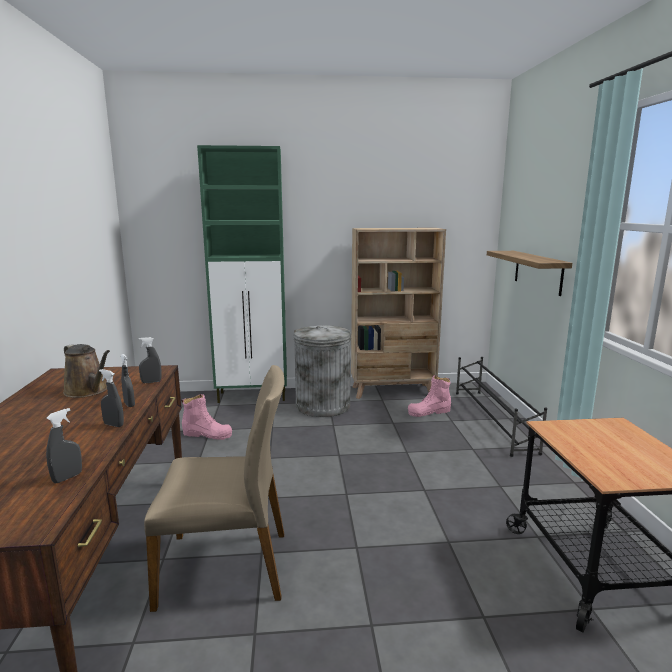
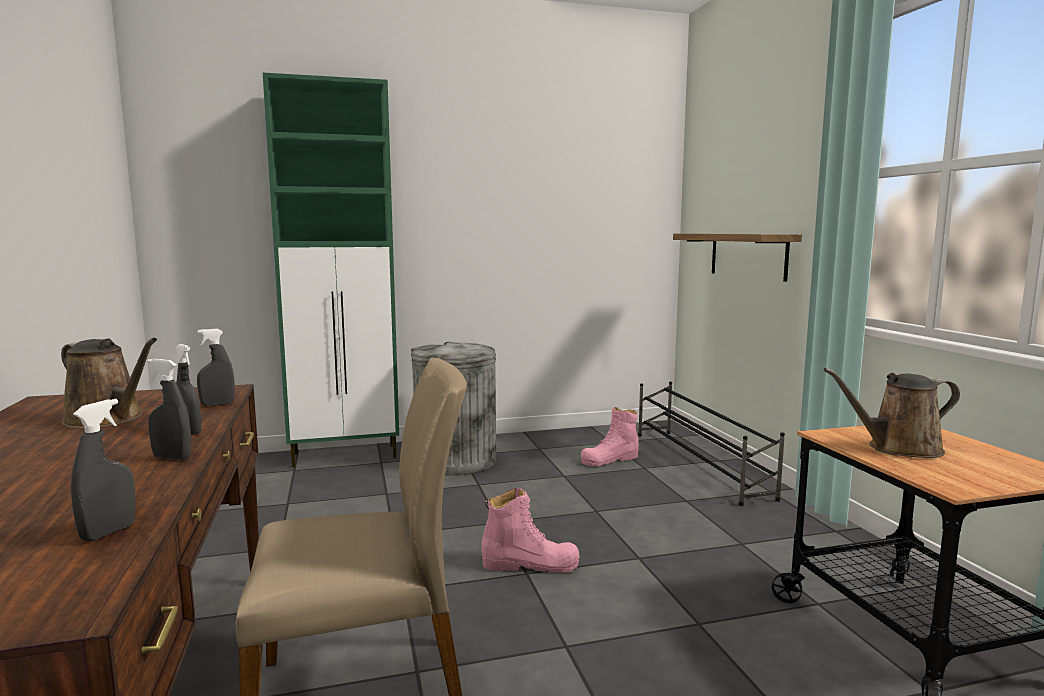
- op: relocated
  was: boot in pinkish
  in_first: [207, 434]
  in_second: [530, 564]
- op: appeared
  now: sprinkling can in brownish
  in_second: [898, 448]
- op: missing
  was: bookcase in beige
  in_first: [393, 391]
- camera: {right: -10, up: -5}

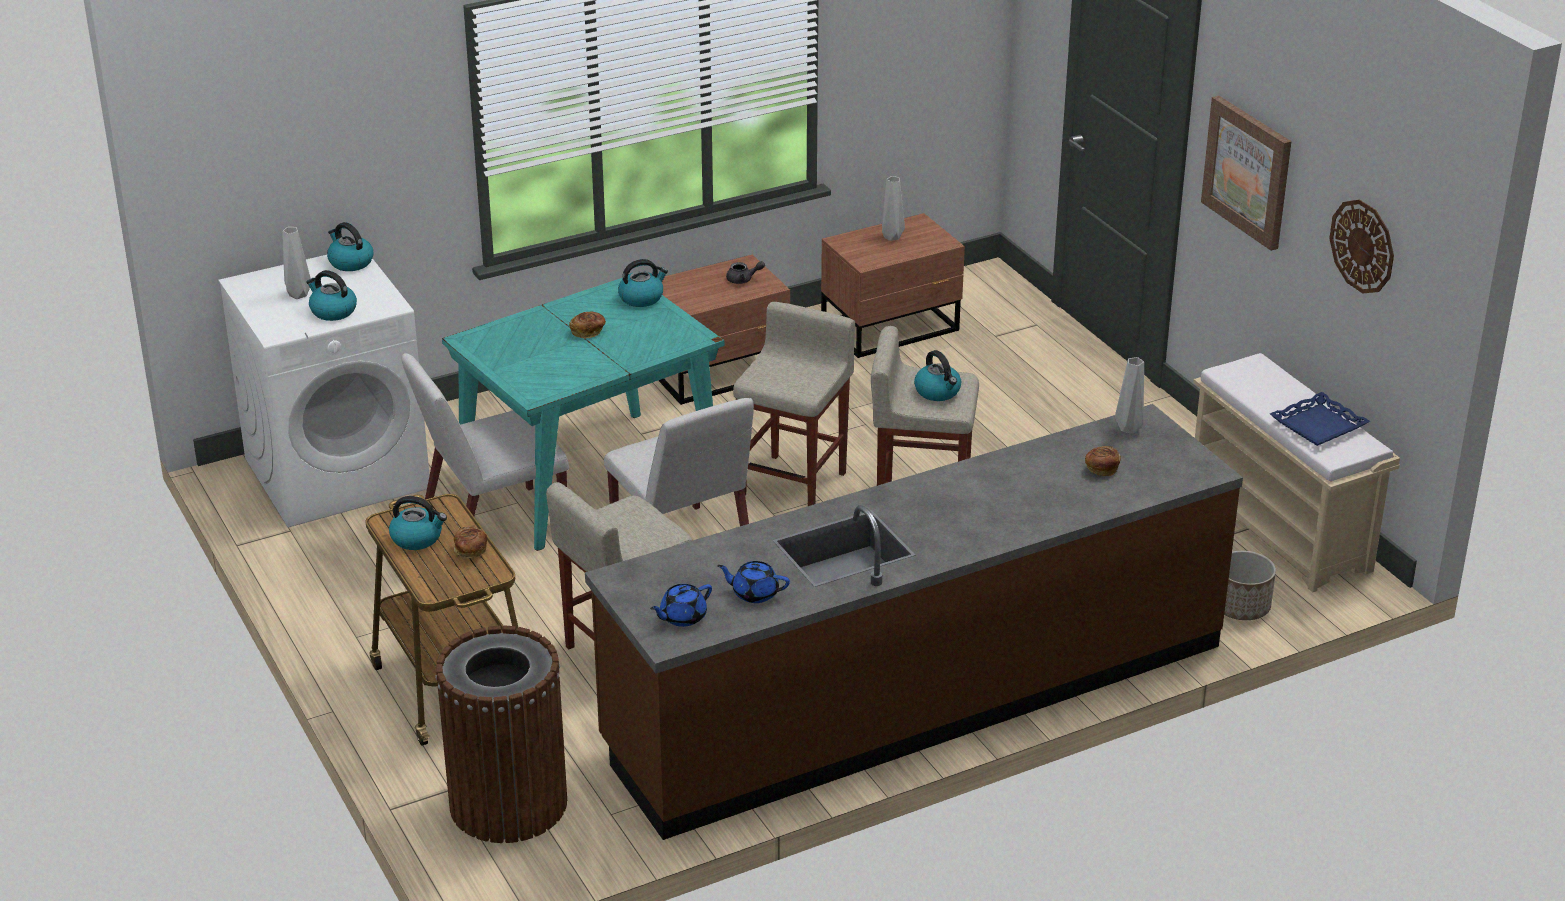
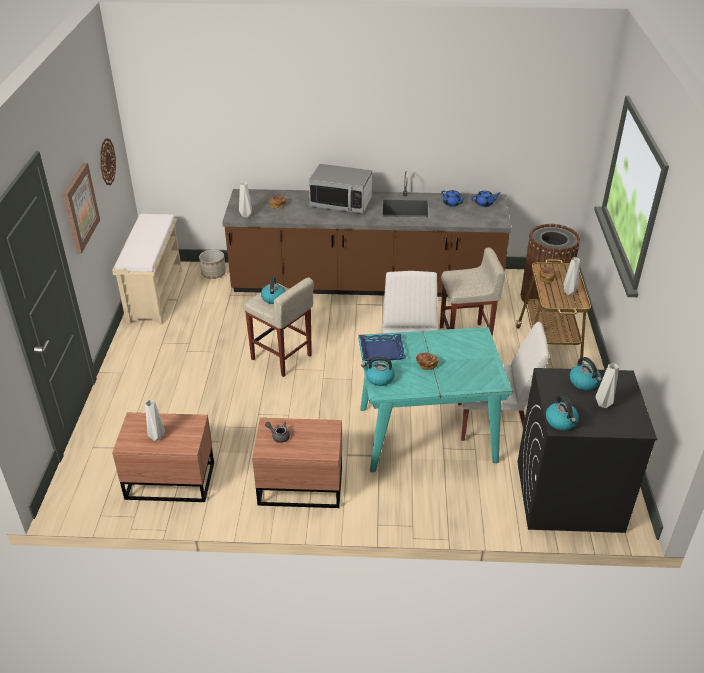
- op: appeared
  now: microwave
  in_second: [341, 203]
- op: relocated
  was: serving tray in bluish
  in_first: [1319, 426]
  in_second: [382, 350]
- op: colour
  was: laundry machine in whitish
  now: laundry machine in black
  in_first: [338, 472]
  in_second: [568, 496]
- op: exchanged
  was: kettle
  now: decorative vase in greyish
  in_first: [417, 538]
  in_second: [568, 292]
- op: missing
  was: stool in beige
  in_first: [794, 483]
- camera: {right: -150, up: 5}

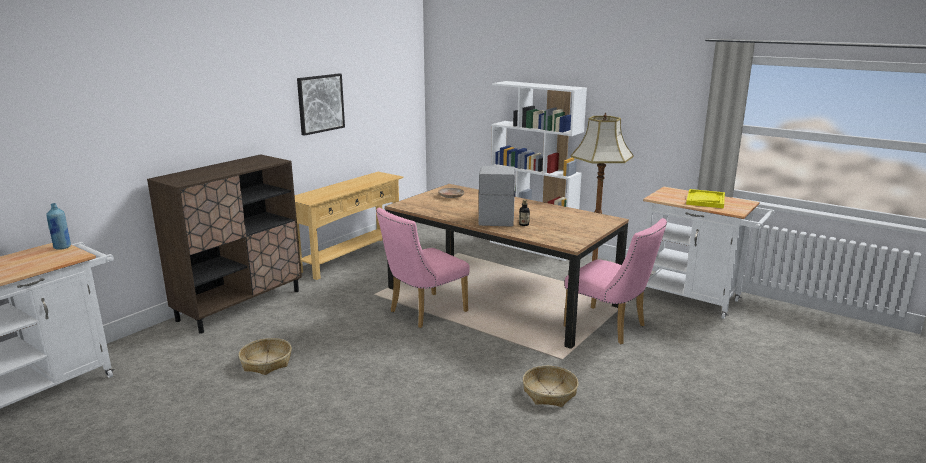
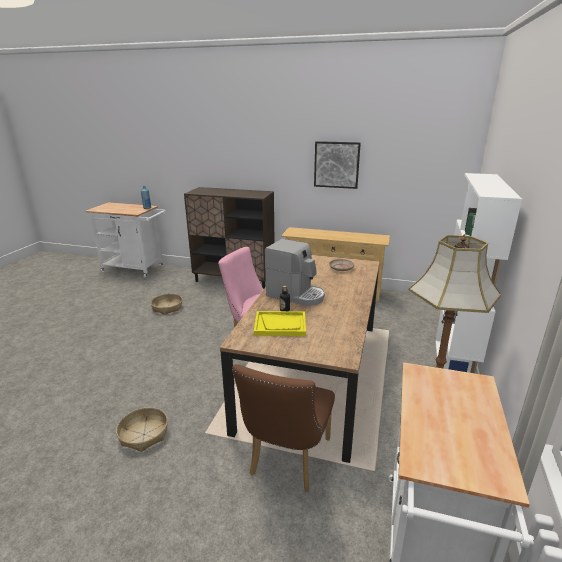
- op: colour
  was: plain chair in pinkish
  now: plain chair in brownish
  in_first: [610, 328]
  in_second: [286, 461]
- op: relocated
  was: serving tray in yellowish
  in_first: [705, 200]
  in_second: [280, 325]
- op: spun
  was: coffee machine
  in_first: [496, 217]
  in_second: [296, 295]
  clockwise: 45
- camera: {right: 70, up: 5}

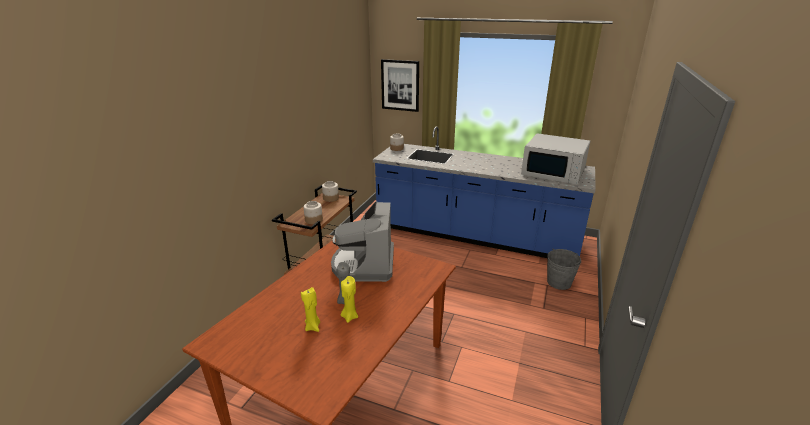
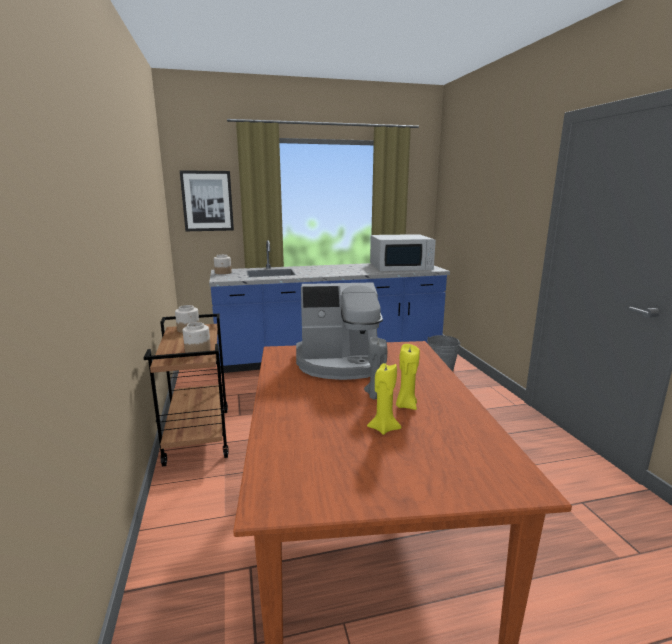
- op: spun
  was: coffee machine
  in_first: [365, 264]
  in_second: [340, 363]
  clockwise: -60
- camera: {right: -35, up: -10}

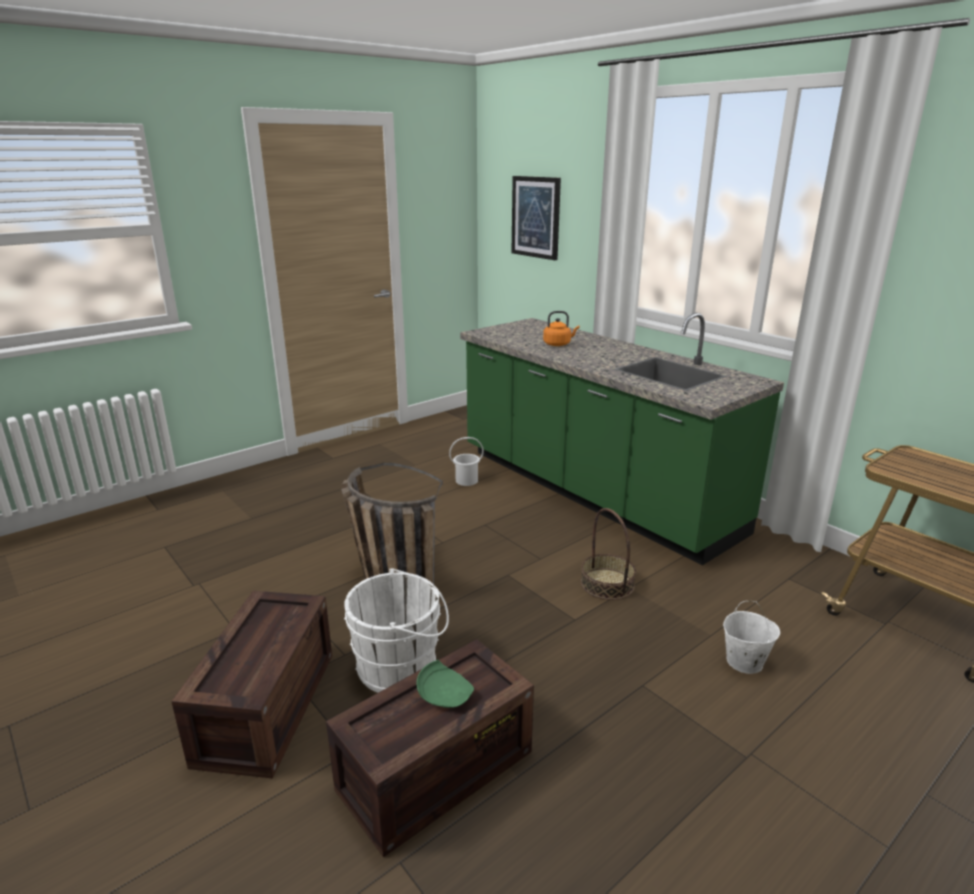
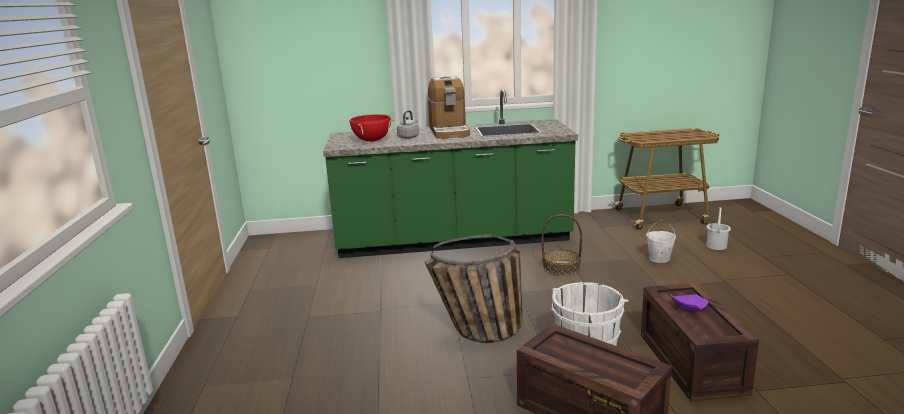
- op: appeared
  now: cooking pot in red-coloured
  in_second: [372, 141]
- op: colour
  was: kettle in orange-coloured
  now: kettle in greyish
  in_first: [558, 344]
  in_second: [409, 137]
- op: appeared
  now: coffee machine
  in_second: [449, 131]
- op: colour
  was: flat dish in greenish
  now: flat dish in purple-coloured
  in_first: [445, 694]
  in_second: [688, 308]
- op: relocated
  was: bucket in whitish
  in_first: [466, 480]
  in_second: [716, 246]
- op: missing
  was: picture
  in_first: [536, 217]
- camera: {right: -55, up: -5}

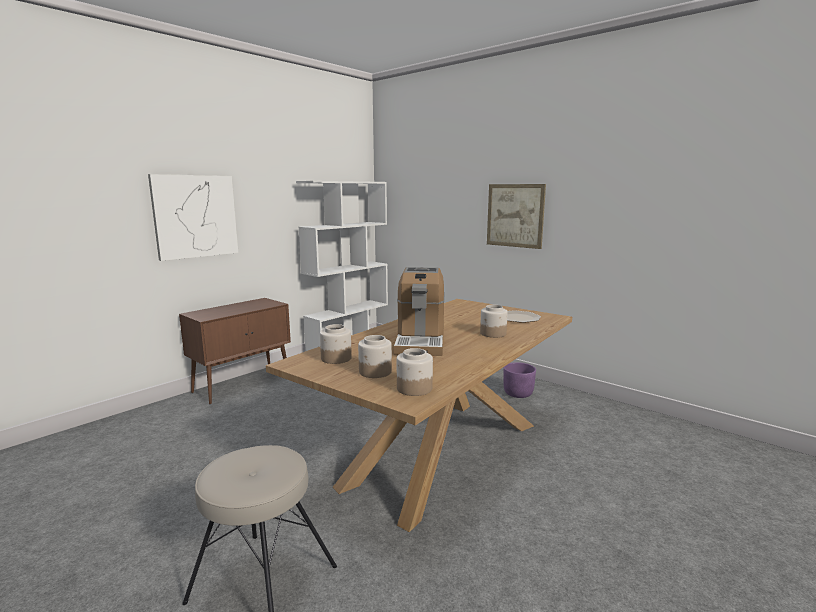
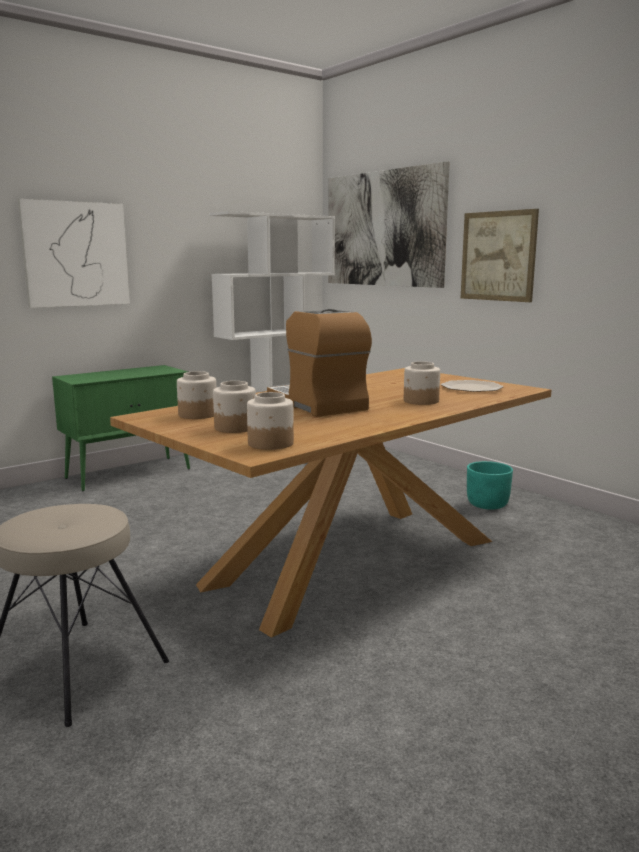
- op: colour
  was: cabinet in brownish
  now: cabinet in greenish
  in_first: [243, 384]
  in_second: [130, 473]
- op: spun
  was: coffee machine
  in_first: [420, 341]
  in_second: [317, 404]
  clockwise: 135
- op: appeared
  now: picture
  in_second: [384, 229]
- op: colour
  was: flower pot in purple-coloured
  now: flower pot in blue-green
  in_first: [518, 393]
  in_second: [487, 504]
- camera: {right: 10, up: 0}

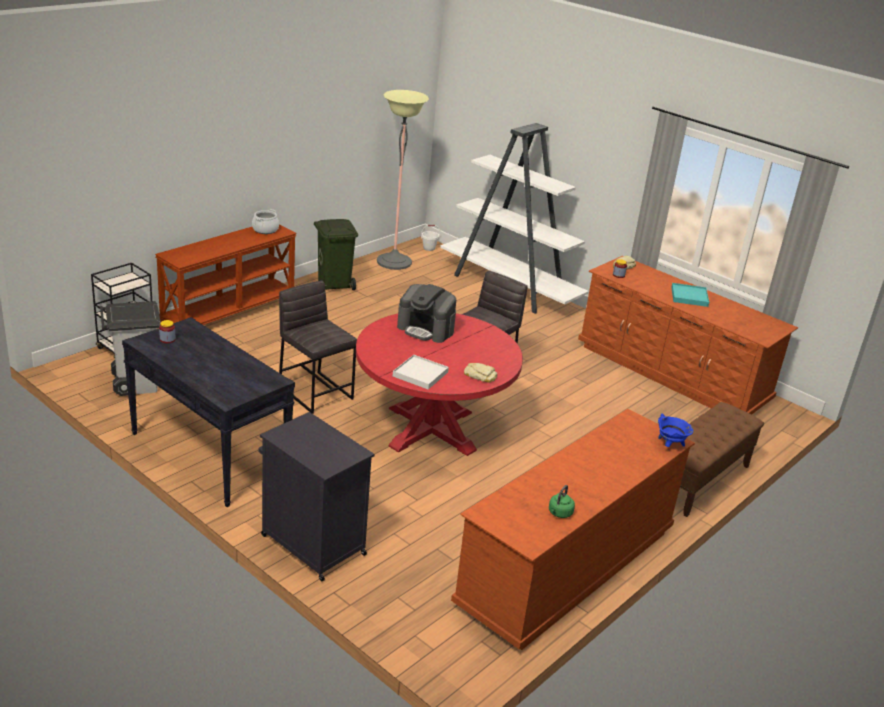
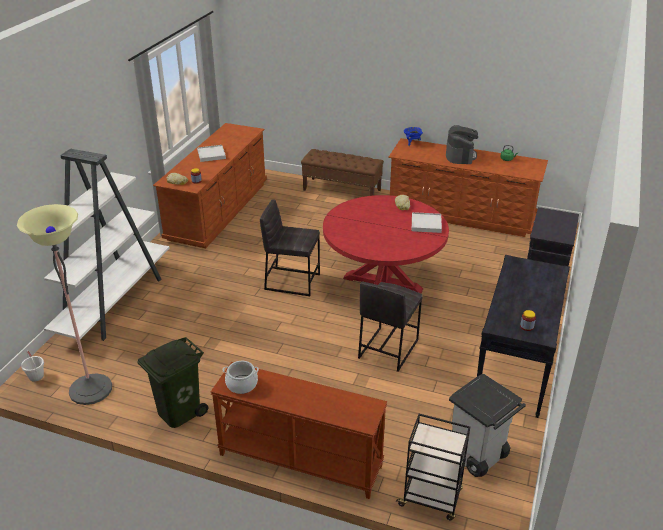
- op: colour
  was: serving tray in blue-green
  now: serving tray in whitish
  in_first: [689, 297]
  in_second: [211, 154]
- op: relocated
  was: coffee machine
  in_first: [426, 329]
  in_second: [460, 155]
- camera: {right: -110, up: 5}

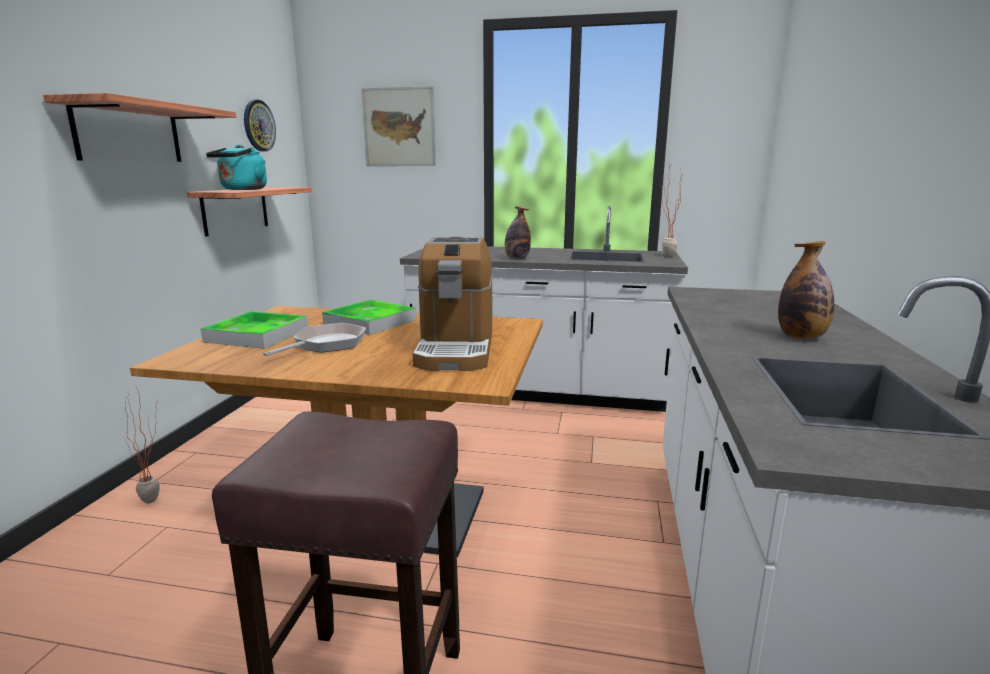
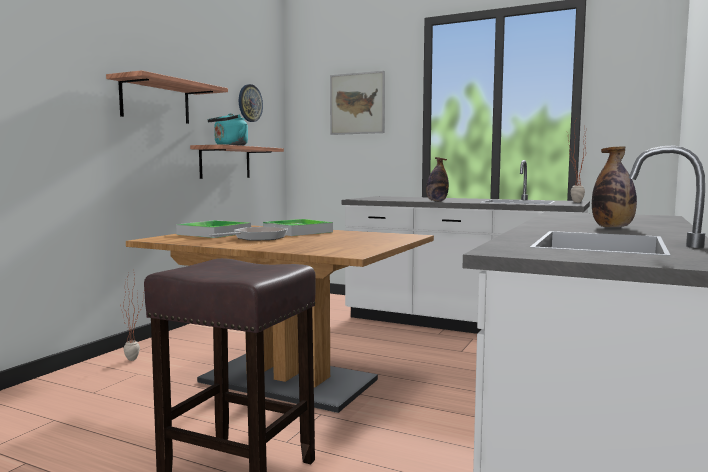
- op: missing
  was: coffee machine
  in_first: [456, 349]
- camera: {right: 15, up: -10}

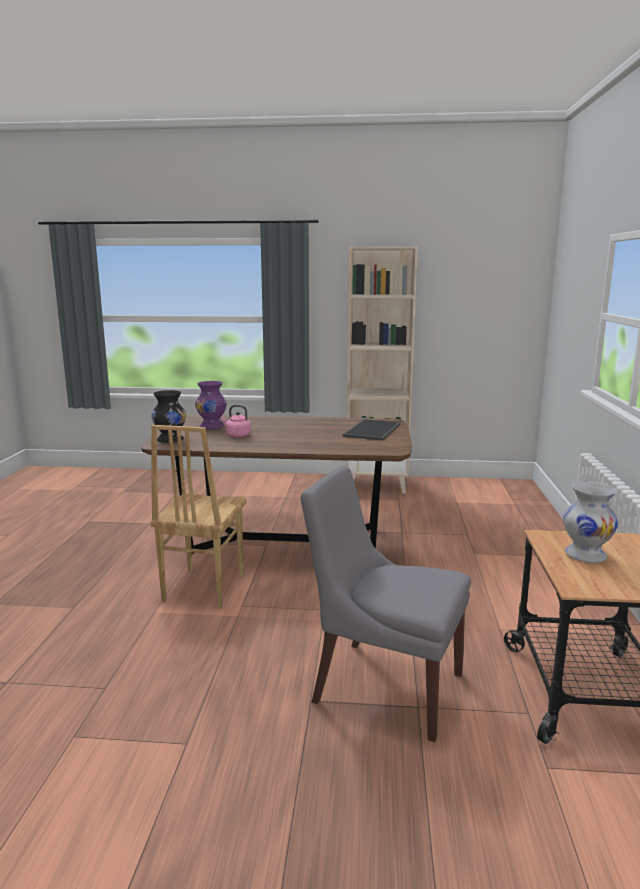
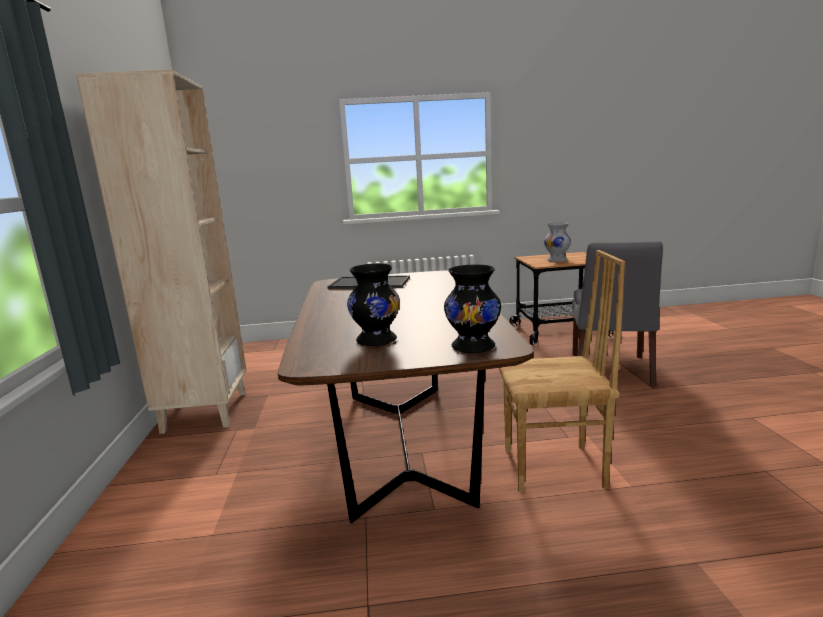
- op: colour
  was: decorative vase in purple-coloured
  now: decorative vase in black
  in_first: [212, 426]
  in_second: [376, 340]
- op: missing
  was: kettle in pinkish
  in_first: [237, 435]
- camera: {right: -100, up: 0}

